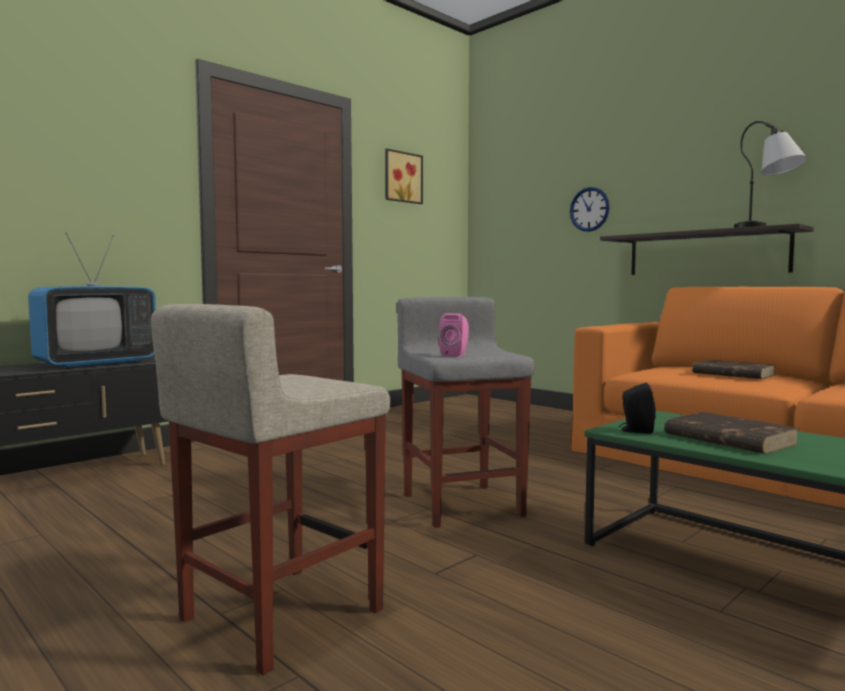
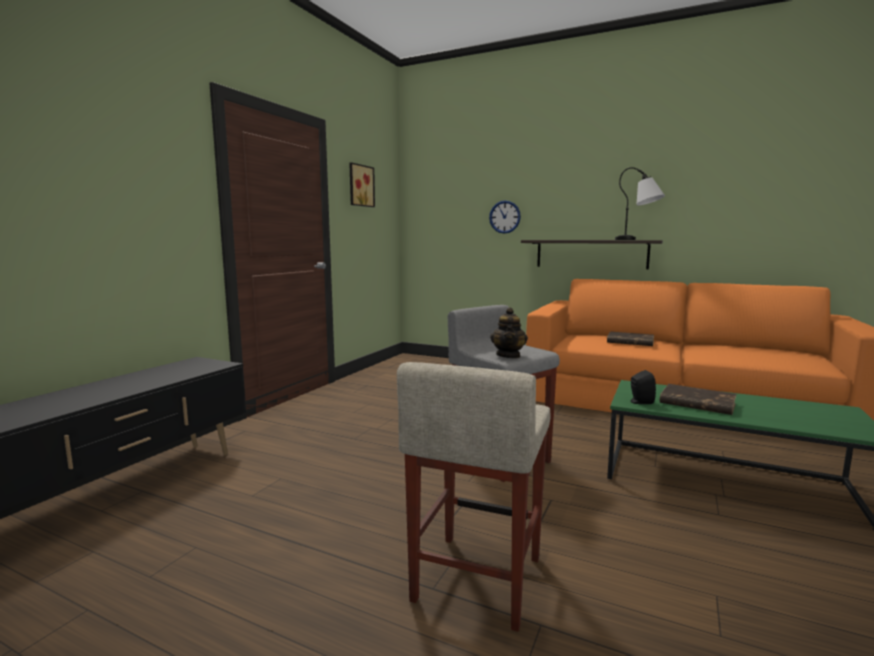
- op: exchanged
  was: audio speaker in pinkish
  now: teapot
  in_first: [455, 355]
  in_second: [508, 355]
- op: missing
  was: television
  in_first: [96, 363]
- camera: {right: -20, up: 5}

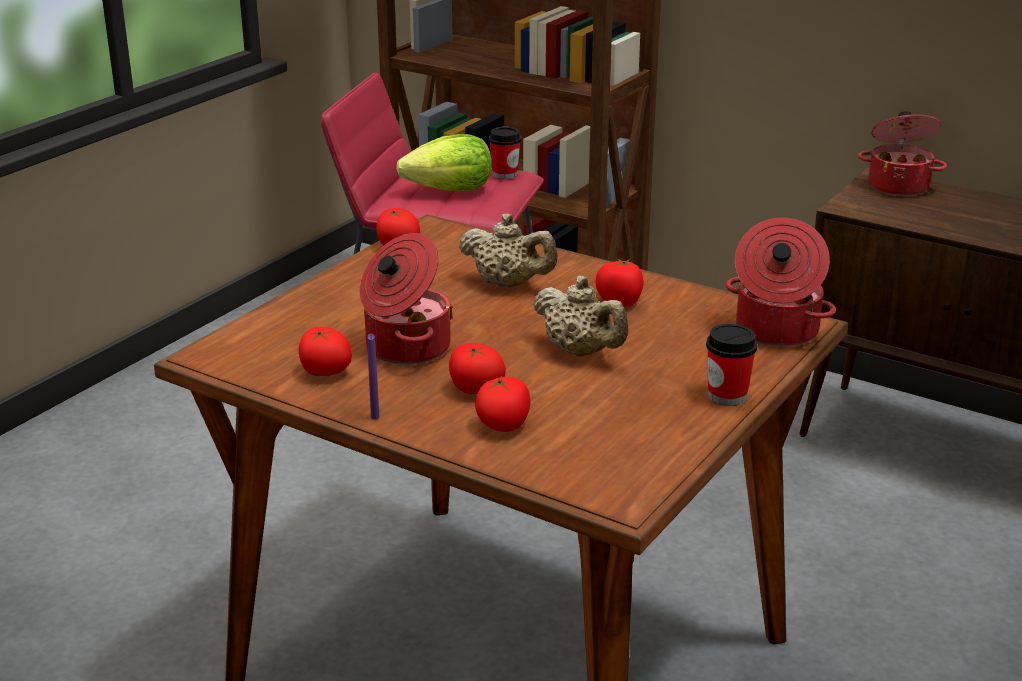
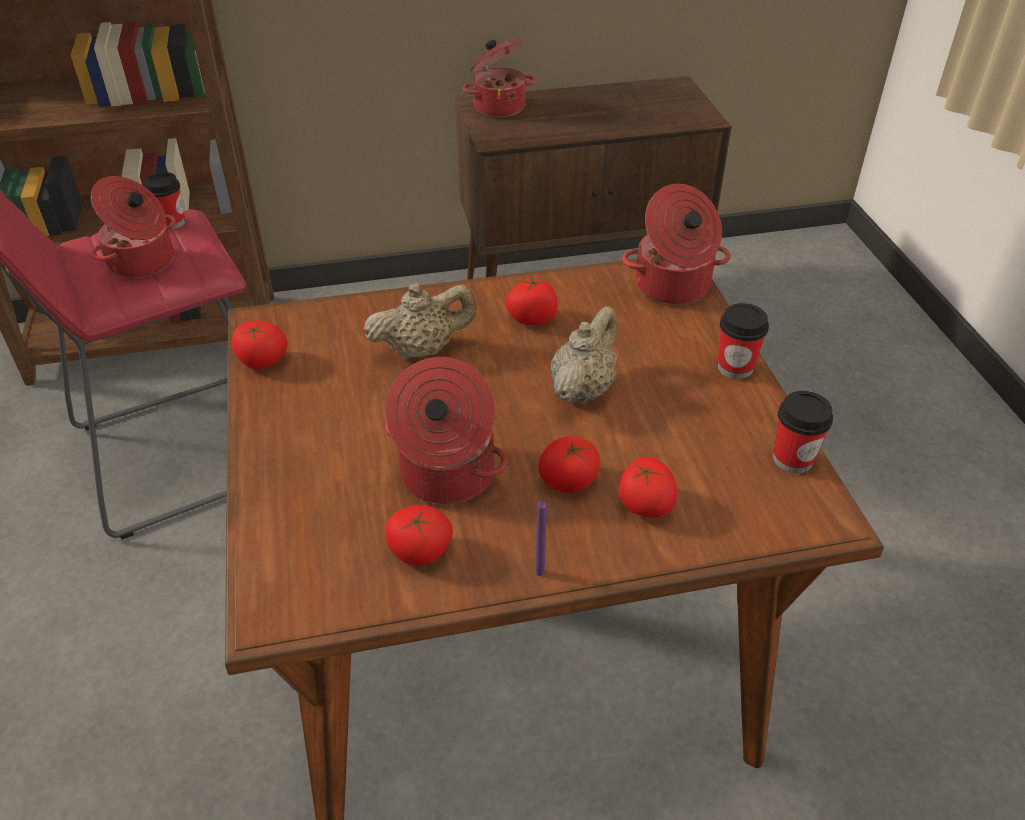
- op: exchanged
  was: lettuce head
  now: cooking pot
  in_first: [450, 190]
  in_second: [143, 263]
- op: spun
  was: teapot in beige
  in_first: [580, 352]
  in_second: [583, 389]
  clockwise: -60
- op: appeared
  now: small cup
  in_second: [792, 459]
- camera: {right: -45, up: 15}

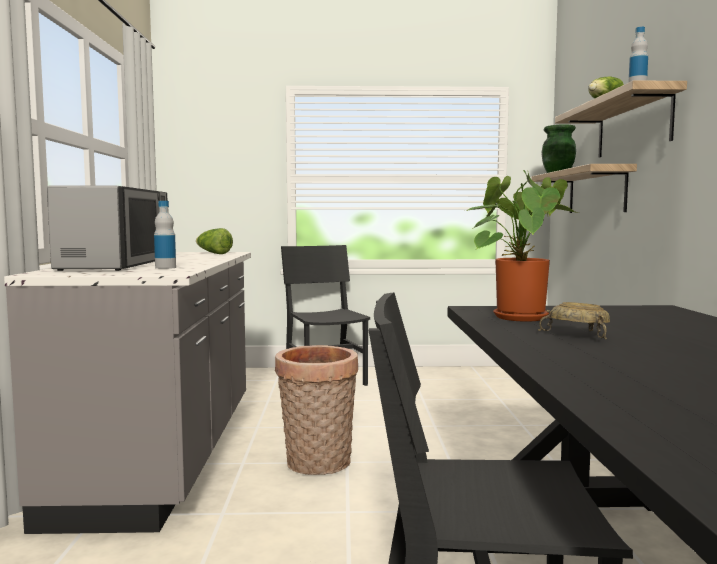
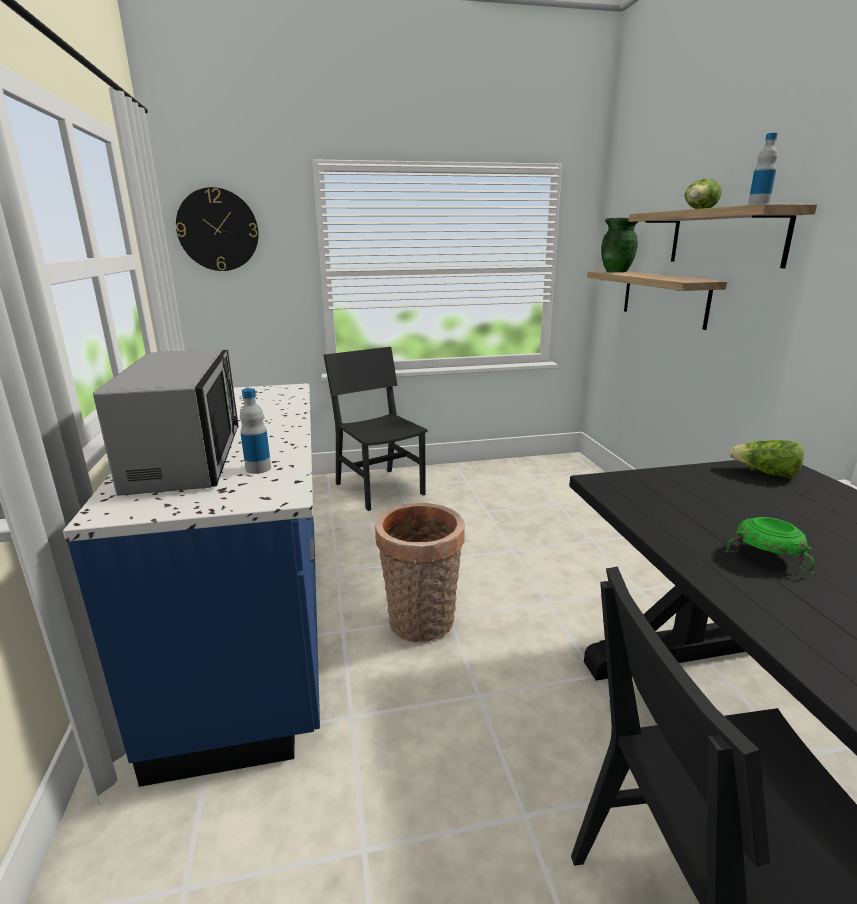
- op: colour
  was: kitchen base unit in greyish
  now: kitchen base unit in bluish
  in_first: [165, 456]
  in_second: [256, 630]
- op: appeared
  now: wall clock
  in_second: [218, 230]
- op: colour
  was: bowl in beige
  now: bowl in greenish
  in_first: [579, 336]
  in_second: [767, 557]
- op: relocated
  was: lettuce head
  in_first: [213, 253]
  in_second: [765, 473]
- op: missing
  was: potted plant
  in_first: [517, 316]
- camera: {right: -10, up: 15}

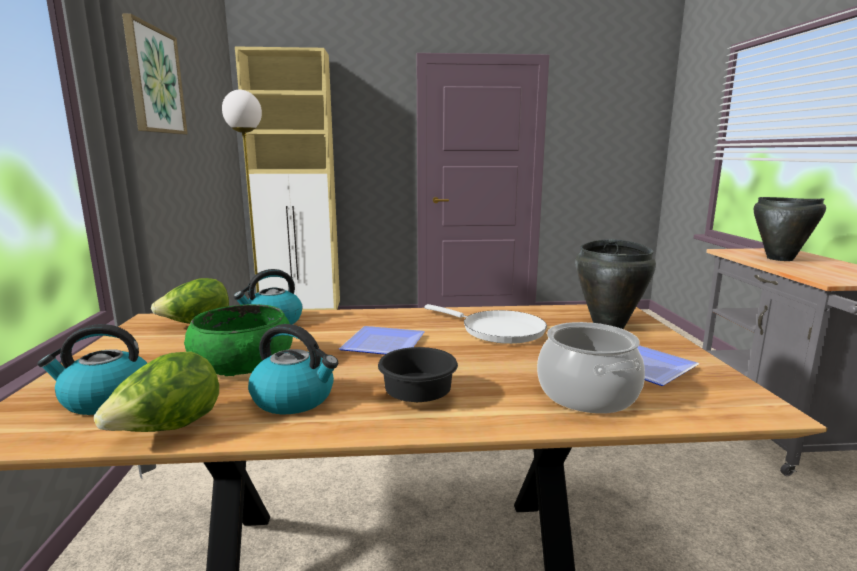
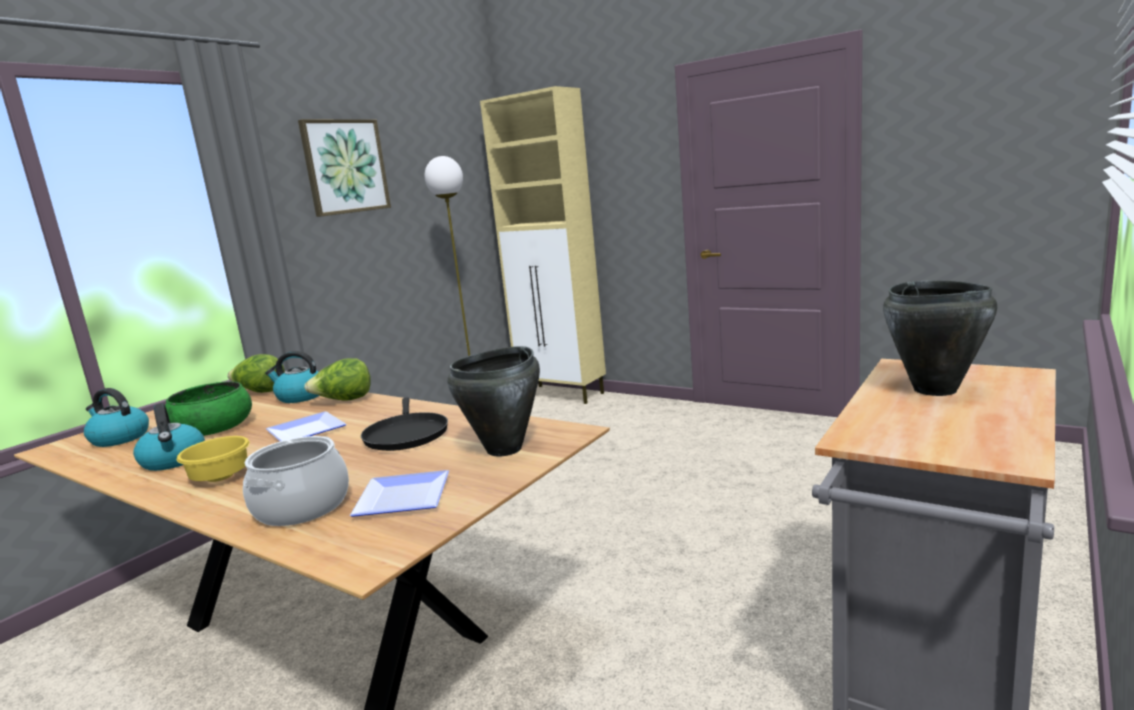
- op: colour
  was: bowl in black
  now: bowl in yellowish
  in_first: [415, 396]
  in_second: [220, 477]
- op: relocated
  was: lettuce head
  in_first: [168, 430]
  in_second: [344, 401]
- op: colour
  was: frying pan in whitish
  now: frying pan in black
  in_first: [497, 330]
  in_second: [406, 434]
- camera: {right: 40, up: 0}

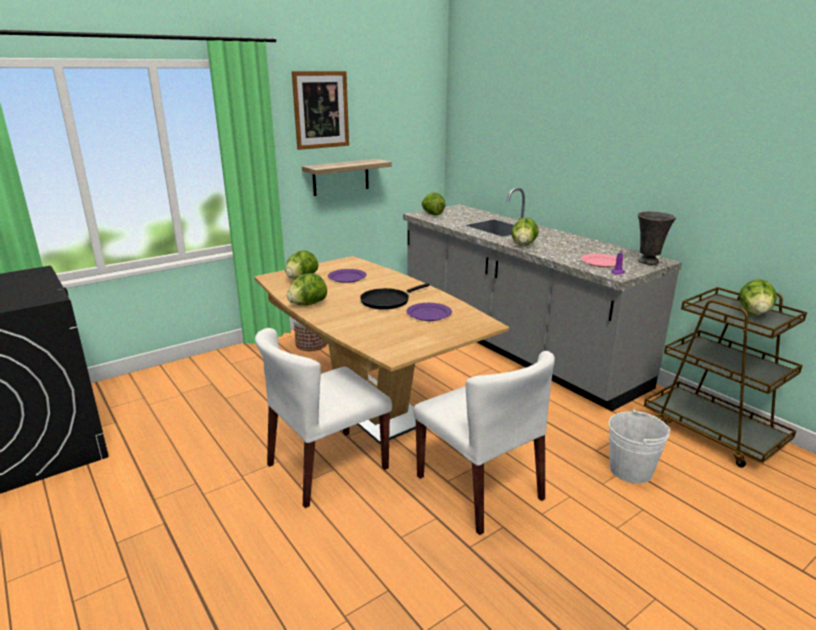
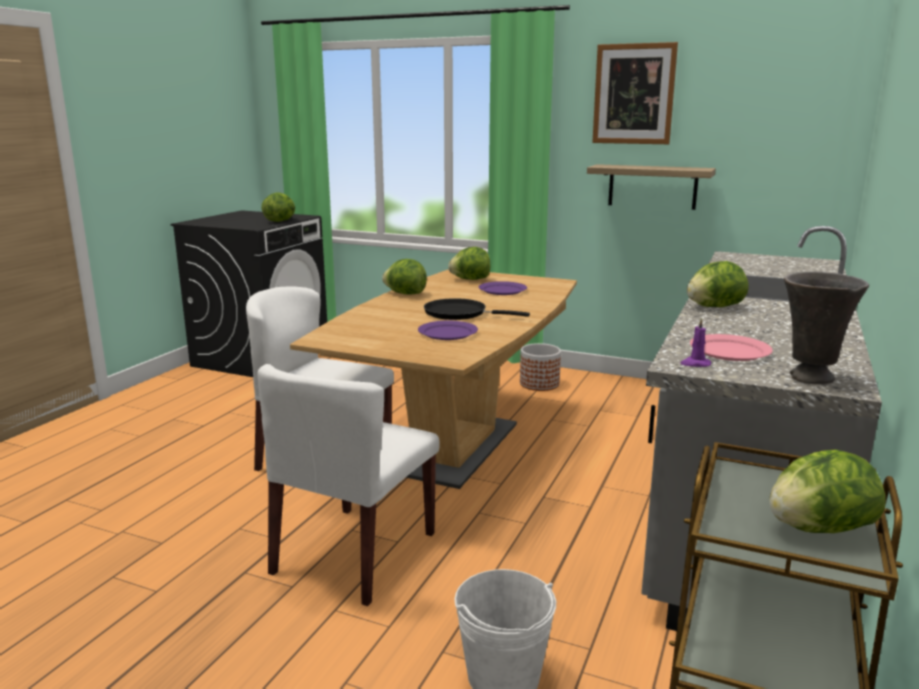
- op: relocated
  was: lettuce head
  in_first: [432, 214]
  in_second: [280, 221]
- camera: {right: 60, up: -5}

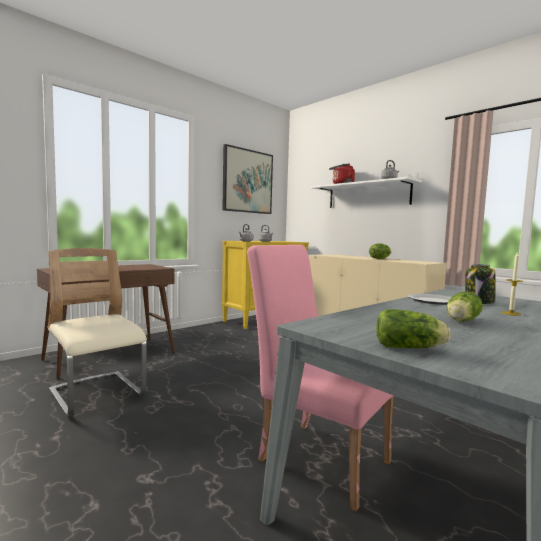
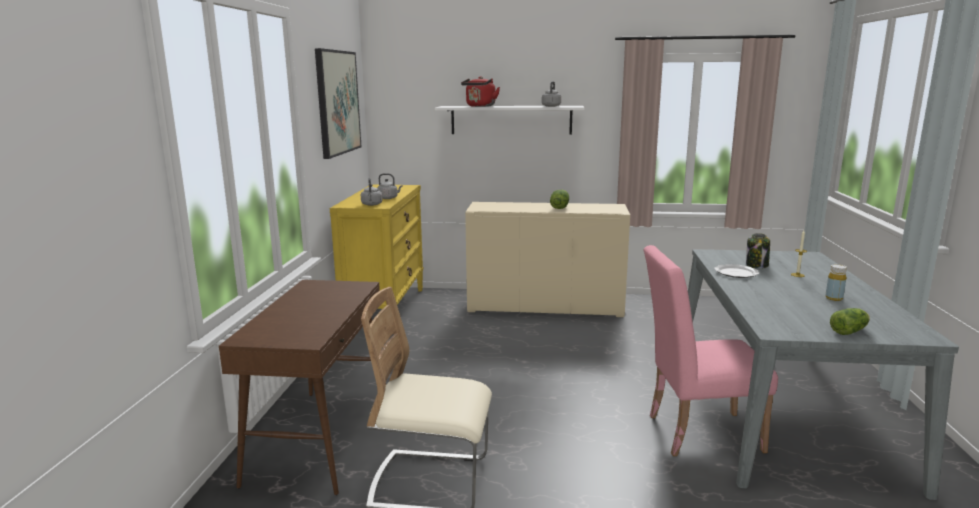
- op: appeared
  now: bottle in yellowish
  in_second: [834, 298]
- op: missing
  was: lettuce head
  in_first: [461, 321]
- camera: {right: -40, up: 10}

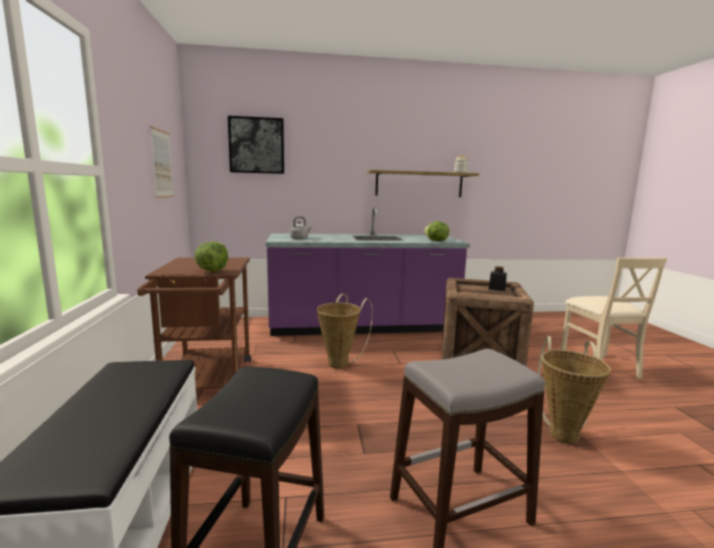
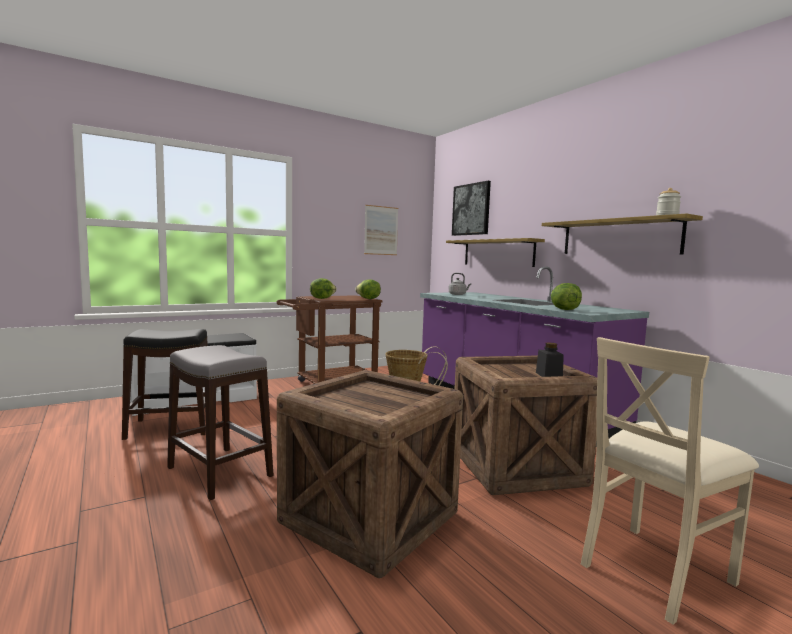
- op: exchanged
  was: basket
  now: shipping crate
  in_first: [563, 432]
  in_second: [370, 520]
- op: appeared
  now: lettuce head
  in_second: [368, 299]
- op: appeared
  now: shelf
  in_second: [497, 253]
- camera: {right: 65, up: -5}

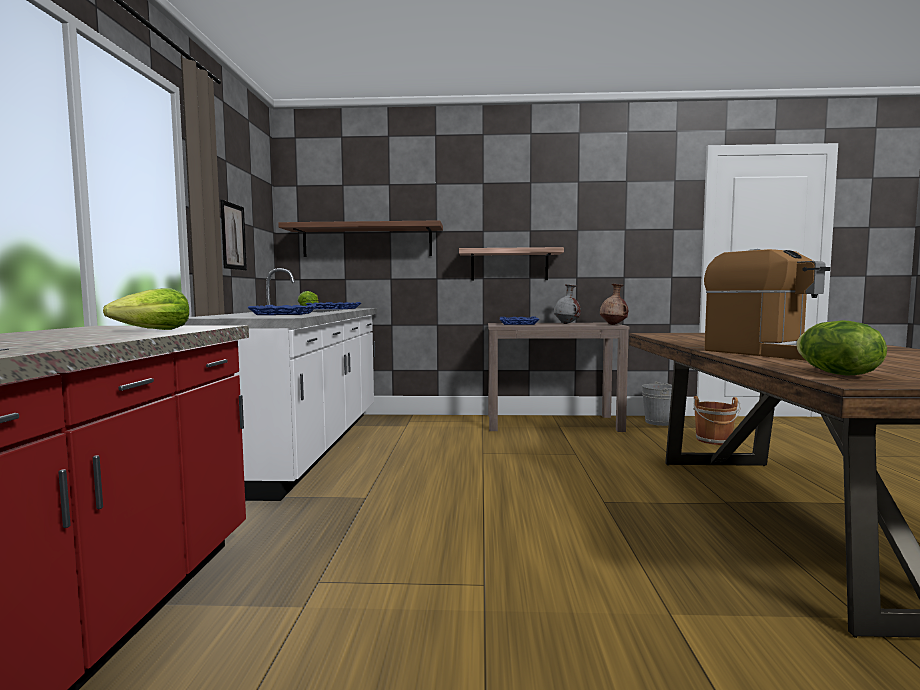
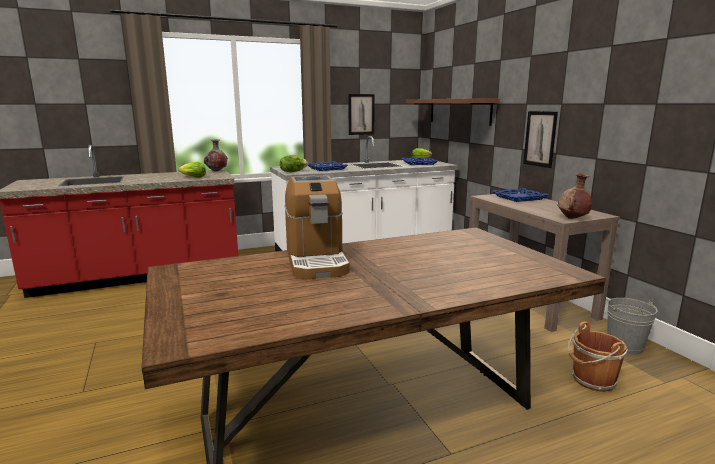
- op: relocated
  was: decorative vase in greyish
  in_first: [567, 324]
  in_second: [216, 171]
- op: relocated
  was: lettuce head
  in_first: [834, 373]
  in_second: [293, 171]
- op: spun
  was: coffee machine
  in_first: [771, 353]
  in_second: [316, 261]
  clockwise: -45
- op: exchanged
  was: shelf
  now: picture
  in_first: [509, 265]
  in_second: [540, 138]
- camera: {right: 65, up: 10}

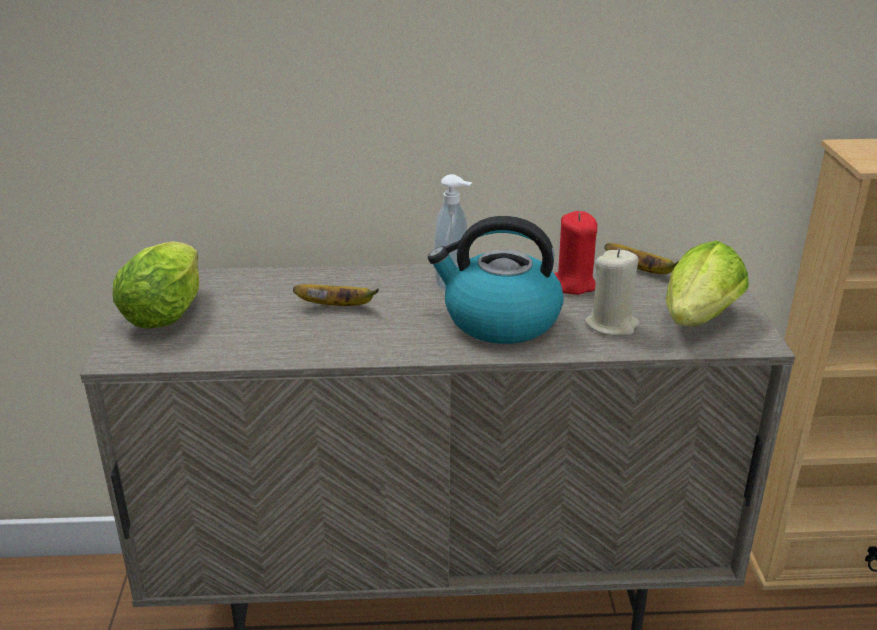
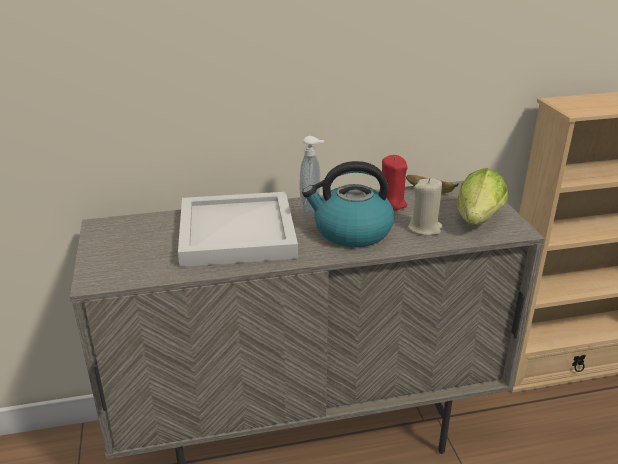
- op: exchanged
  was: banana fruit
  now: serving tray in whitish
  in_first: [338, 306]
  in_second: [238, 232]
- op: missing
  was: lettuce head
  in_first: [169, 311]
- camera: {right: -10, up: 0}

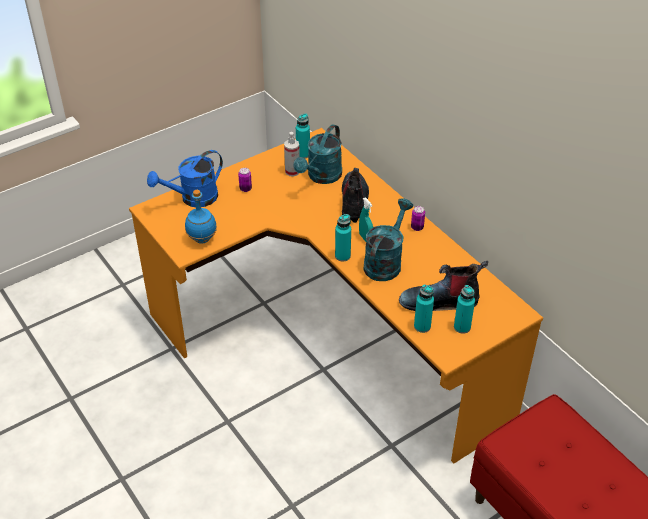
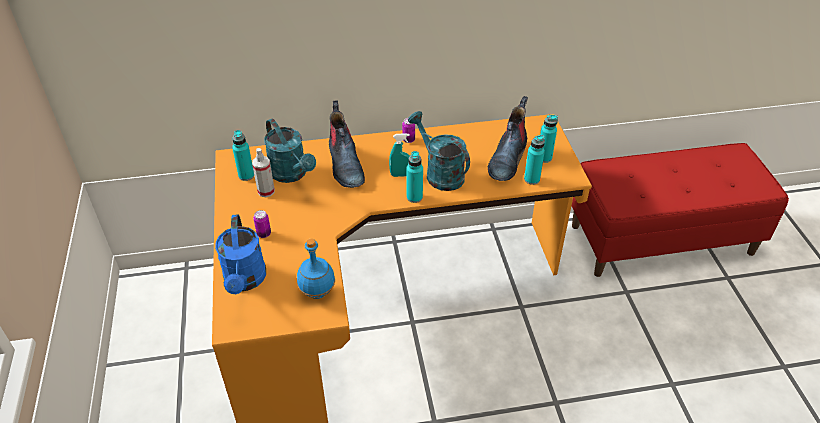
- op: spun
  was: boot
  in_first: [354, 201]
  in_second: [345, 165]
  clockwise: -135
- camera: {right: -65, up: 0}

